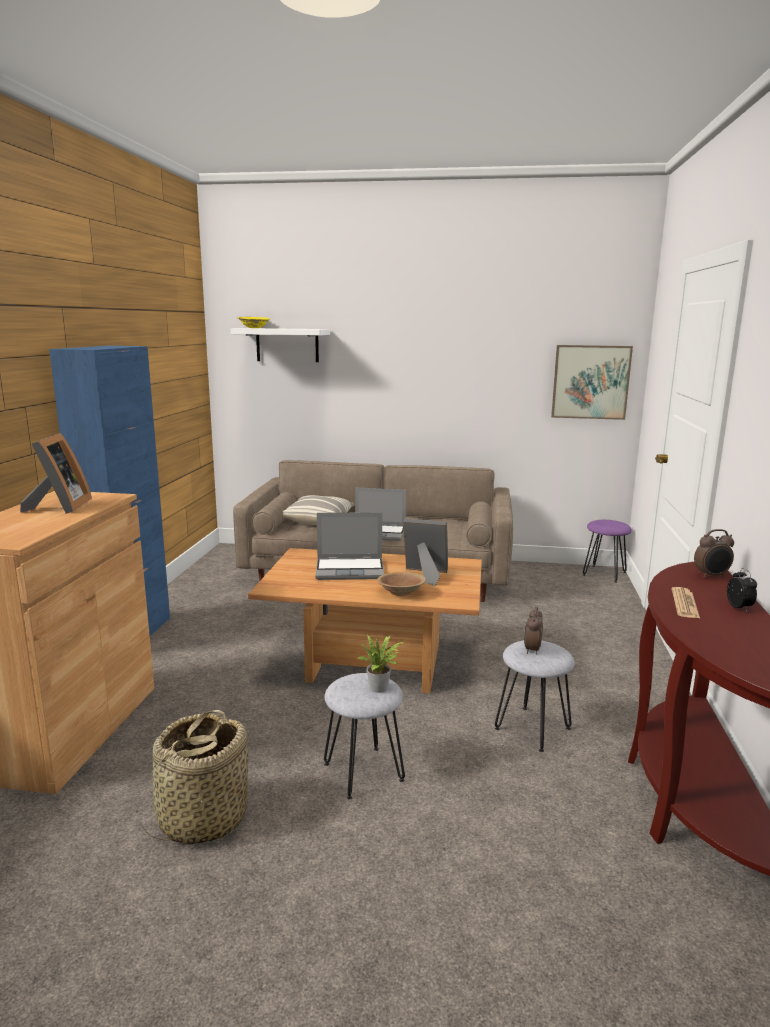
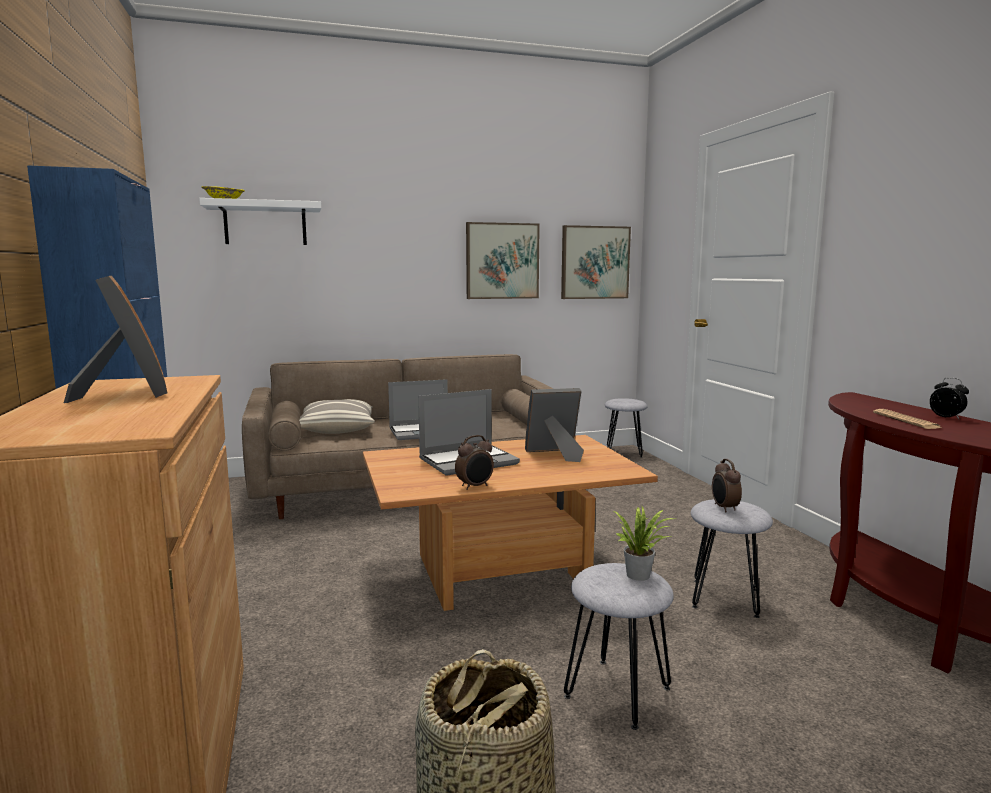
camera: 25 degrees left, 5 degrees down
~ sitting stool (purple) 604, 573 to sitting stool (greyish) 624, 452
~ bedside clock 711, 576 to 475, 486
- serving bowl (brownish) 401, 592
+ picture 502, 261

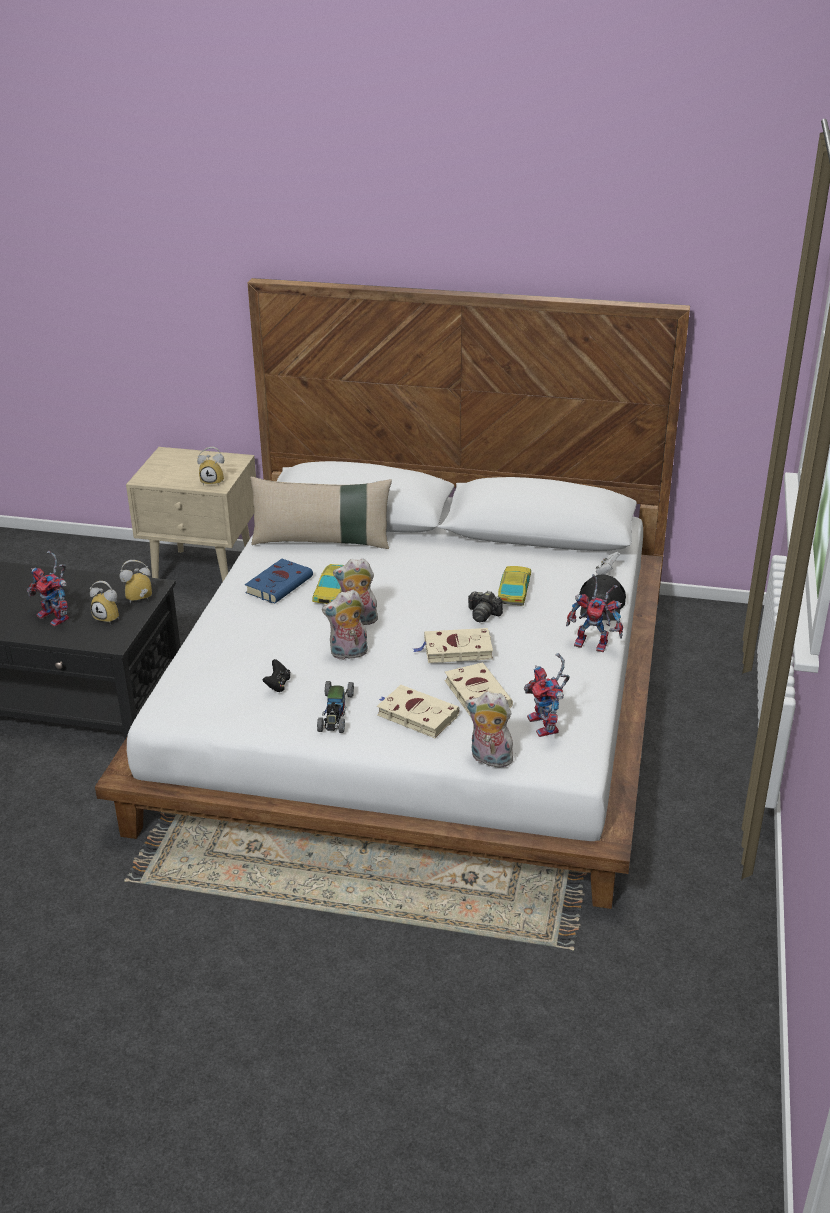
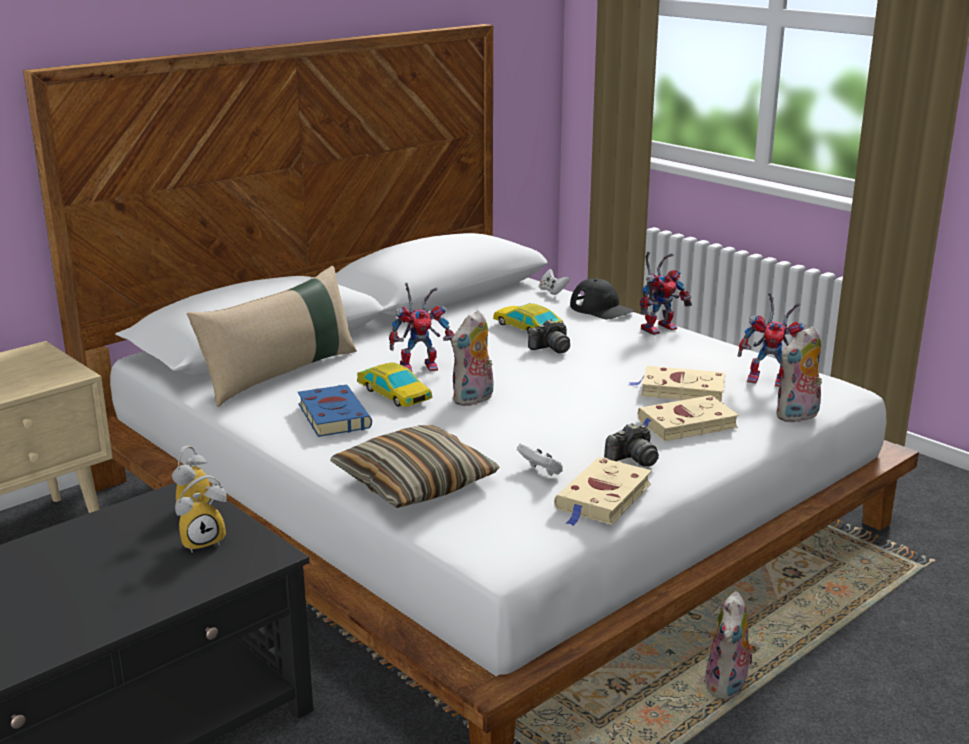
camera: 55 degrees left, 10 degrees down
- bedside clock 214, 481
~ model robot 57, 618 to 421, 366
~ plush toy 348, 654 to 728, 687
~ bound book (beige) 455, 650 to 602, 498
~ joypad (black) 278, 685 to joypad (whitish) 541, 471
~ miniature car 335, 712 to still camera 633, 459
+ pillow 415, 483

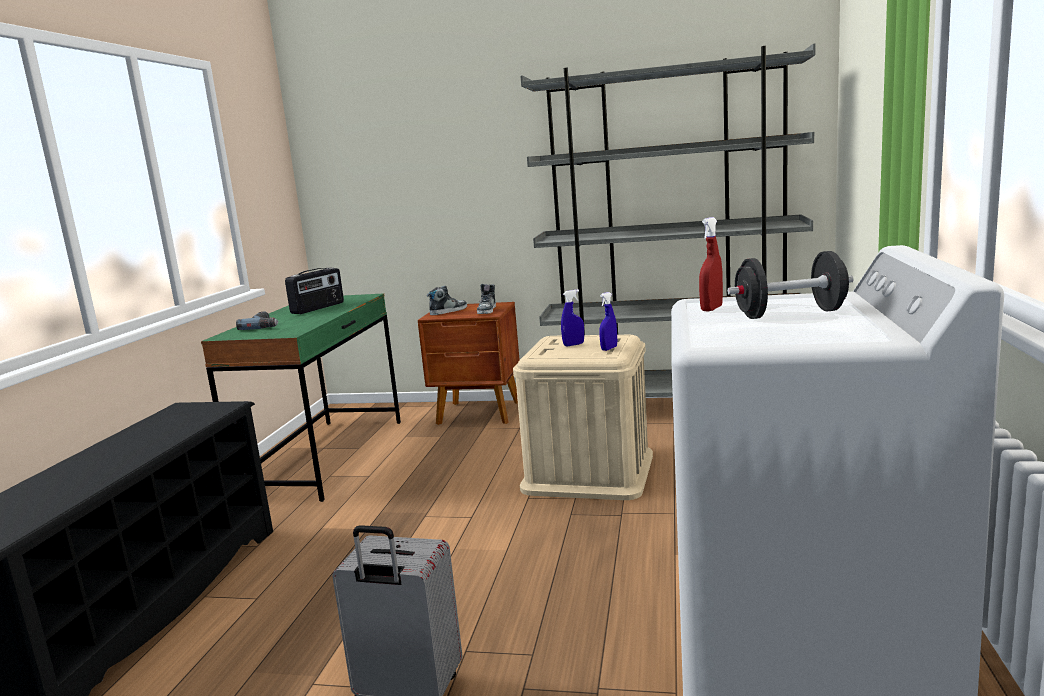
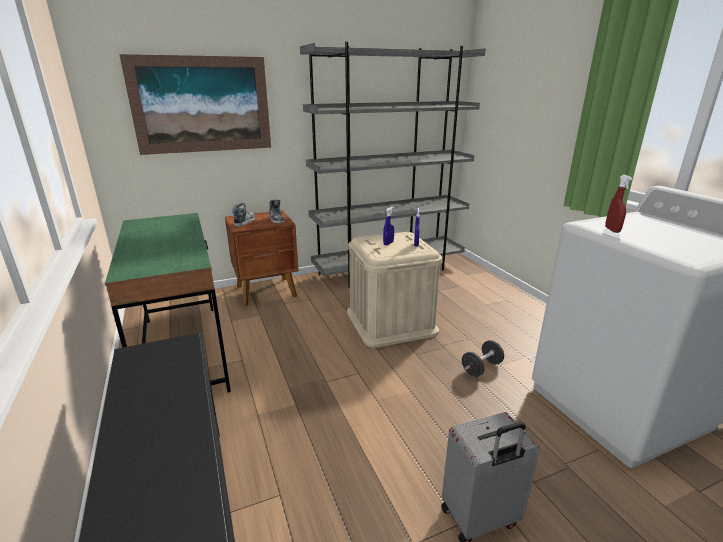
camera: 35 degrees left, 10 degrees up
~ dumbbell (black) 790, 314 to 481, 368
- radio 318, 308
- electric drill 264, 325
+ picture 202, 105

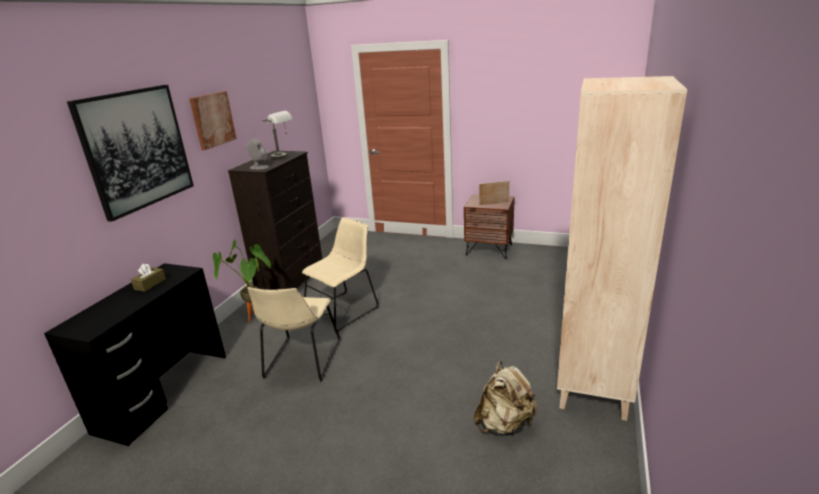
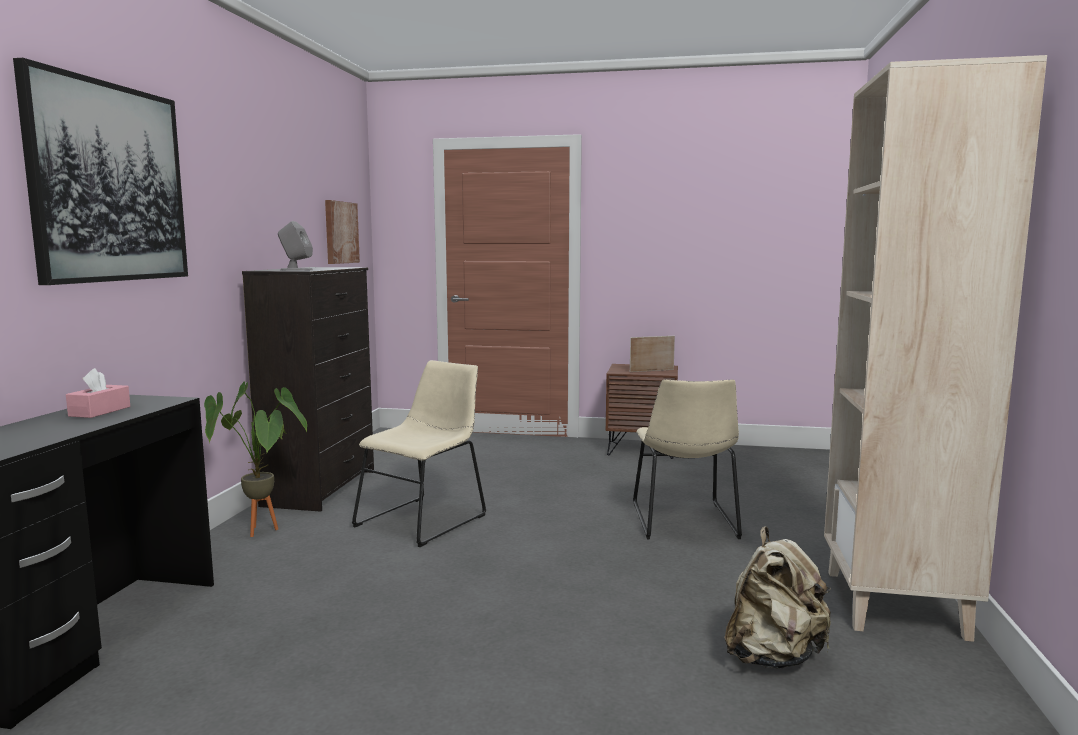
camera: 10 degrees left, 15 degrees down
~ picture 212, 119 to 340, 232
- table lamp (greyish) 283, 157
~ tissue holder (brownish) 150, 284 to tissue holder (pinkish) 100, 411
~ upright chair (beige) 302, 361 to 684, 522

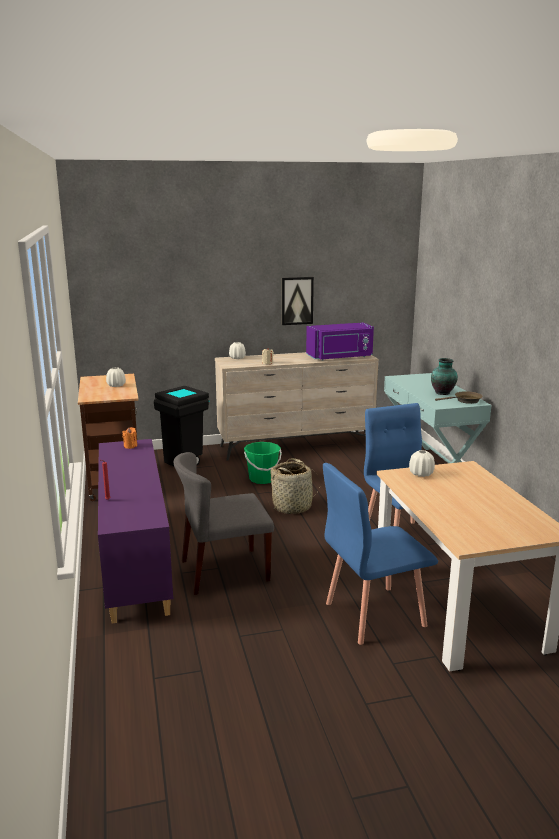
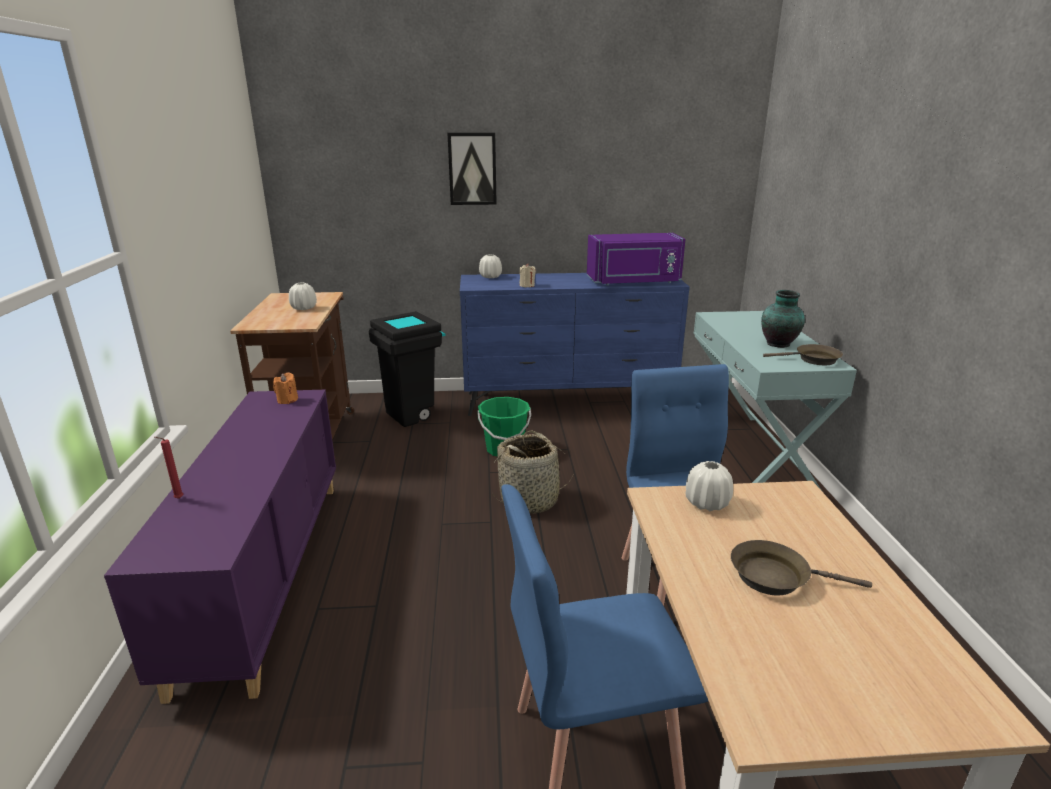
camera: 10 degrees right, 5 degrees up
~ picture 297, 300 to 472, 169
~ drawer chest (beige) 296, 446 to drawer chest (blue) 569, 401
- upright chair (greyish) 224, 571
+ pan (brownish) 775, 577

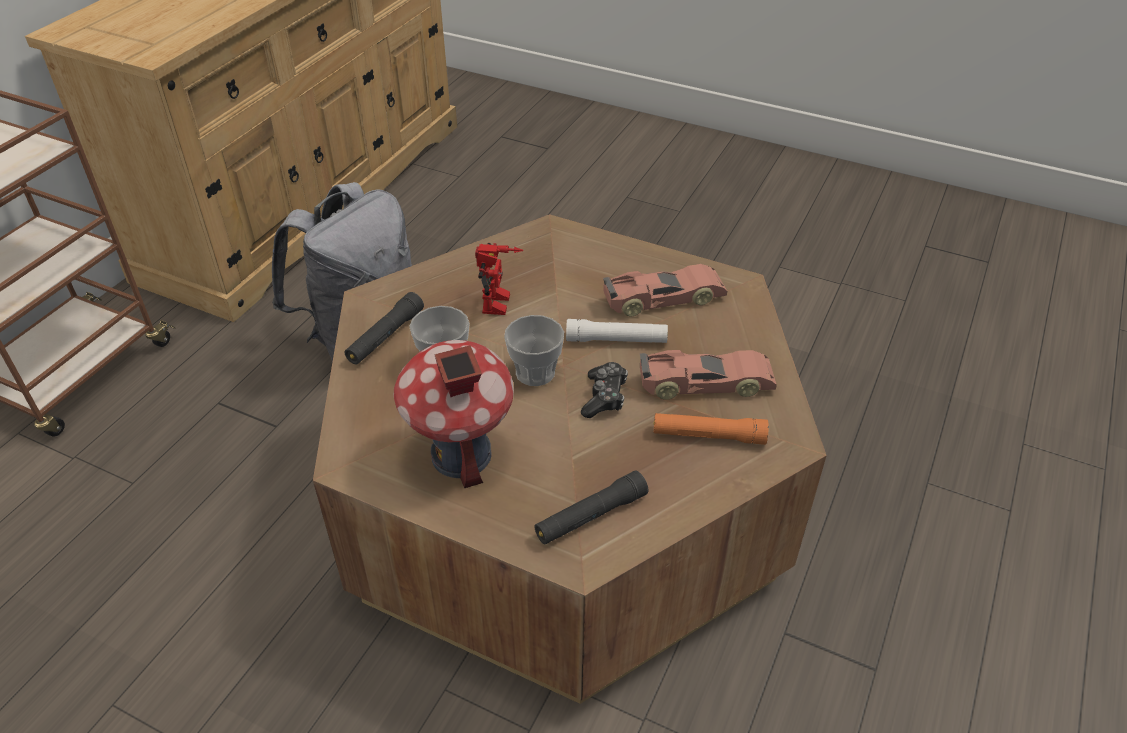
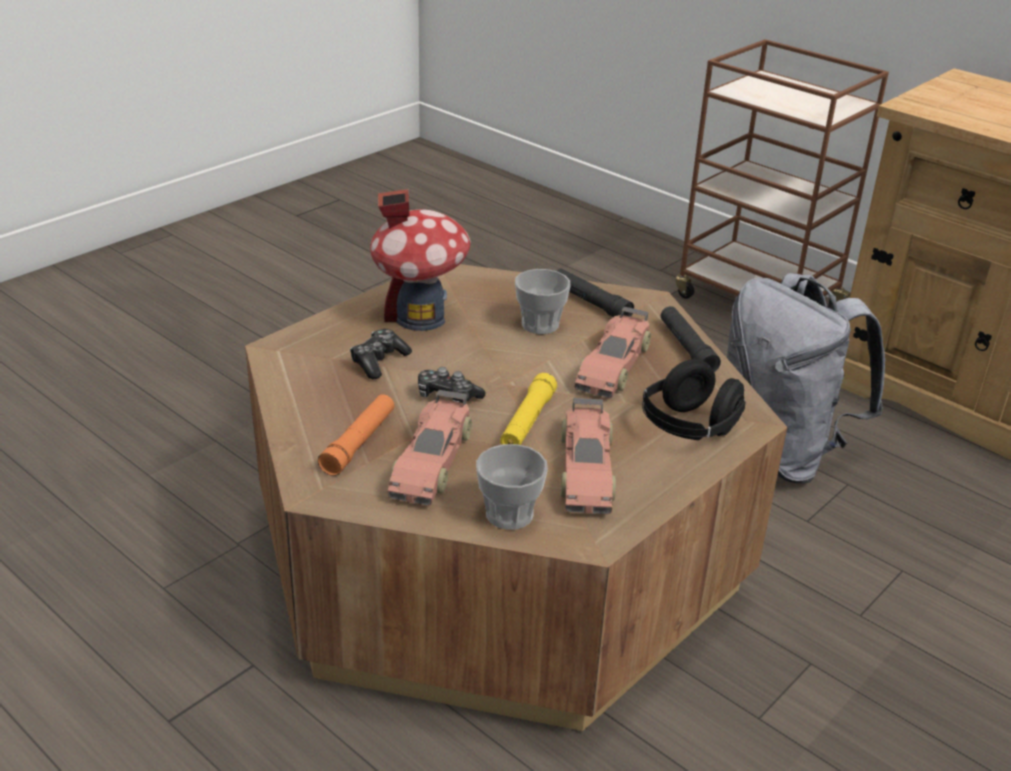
camera: 105 degrees right, 10 degrees down
~ model robot 500, 306 to miniature car 613, 365
~ drinking cup 535, 372 to 509, 514
~ torch (whitish) 616, 340 to torch (yellowish) 527, 422
~ torch (black) 591, 516 to 687, 347
+ joypad 379, 361
+ headphones (black) 689, 428

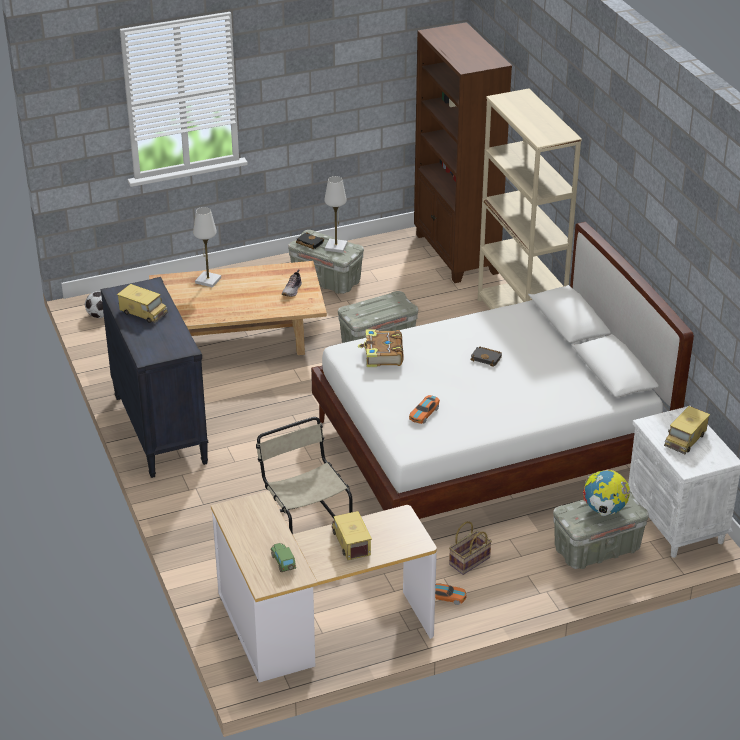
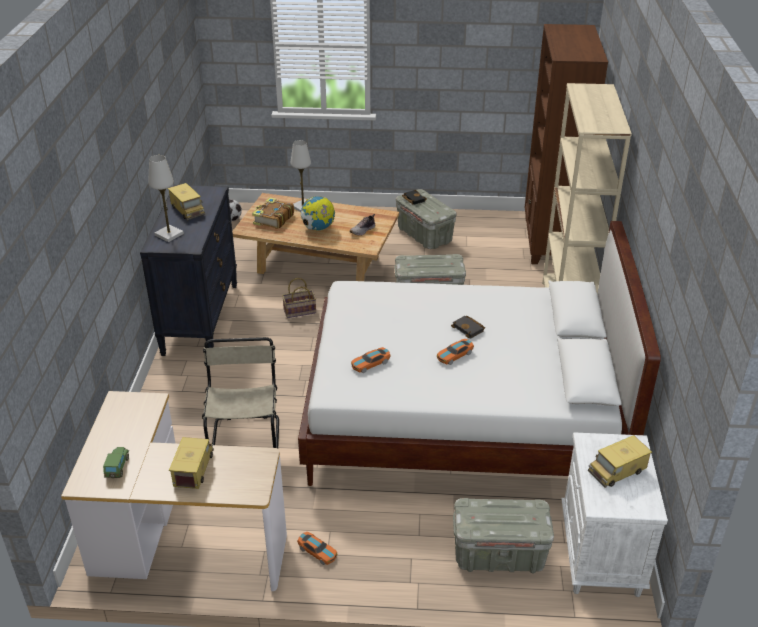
camera: 25 degrees right, 0 degrees up
~ table lamp (whitish) 336, 247 to 169, 234
~ bound book 382, 355 to 273, 219
~ world globe 604, 510 to 318, 228
~ storage basket 469, 562 to 299, 311
+ miniature car 454, 355

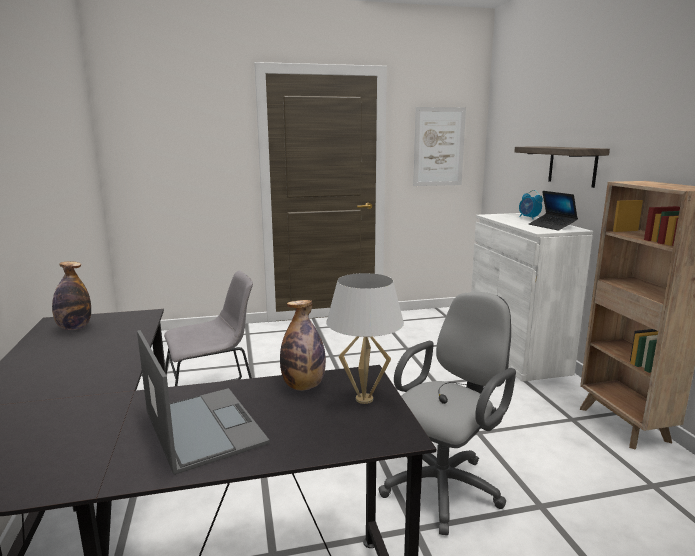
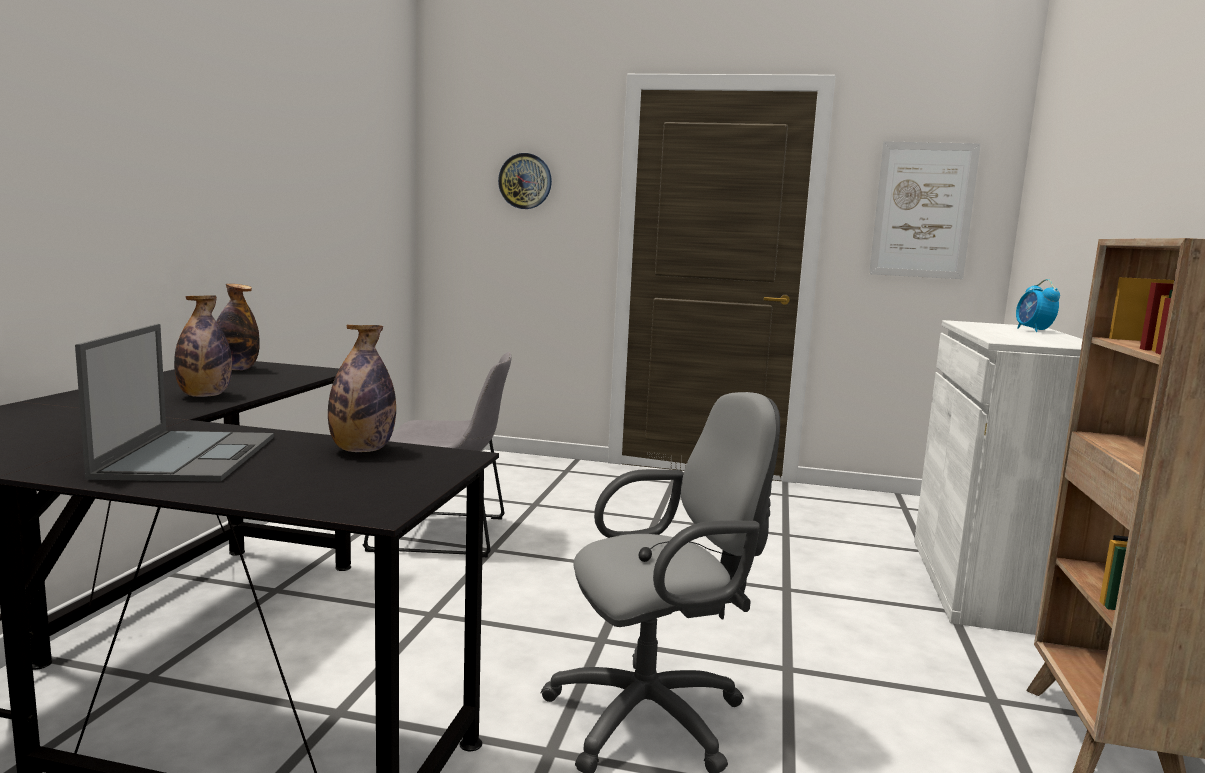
camera: 25 degrees right, 5 degrees down
- wall shelf 572, 166
- notebook computer 552, 226
- table lamp (whitish) 364, 399
+ clock on the wall 525, 181
+ drink bottle 204, 396

